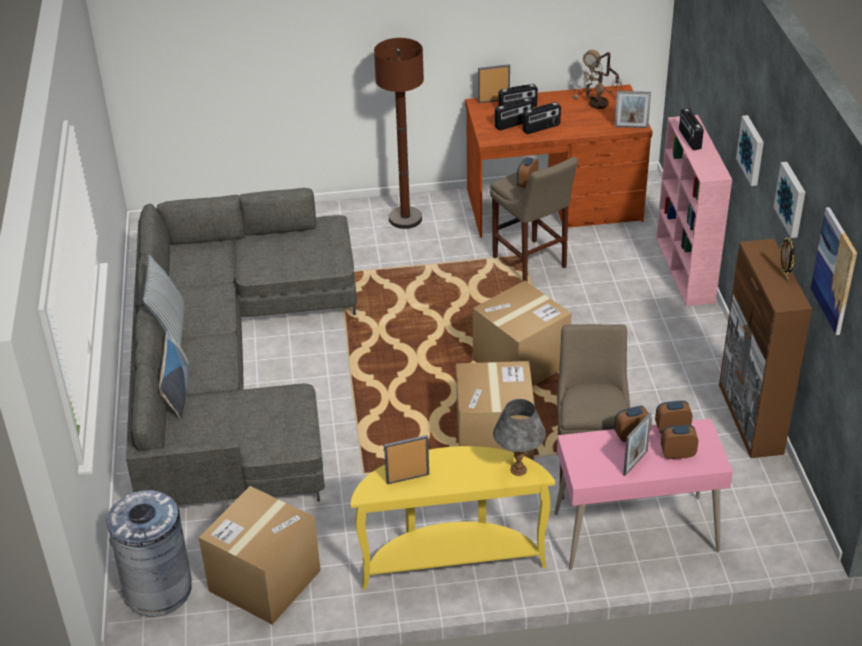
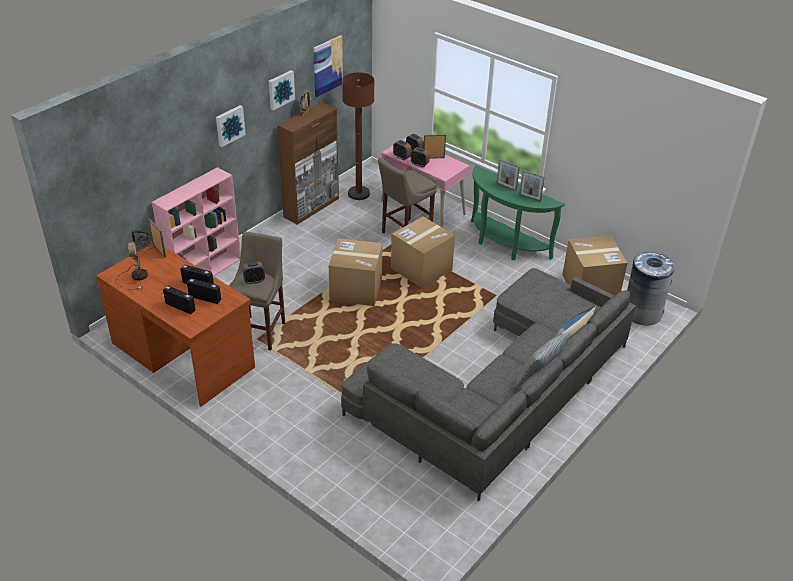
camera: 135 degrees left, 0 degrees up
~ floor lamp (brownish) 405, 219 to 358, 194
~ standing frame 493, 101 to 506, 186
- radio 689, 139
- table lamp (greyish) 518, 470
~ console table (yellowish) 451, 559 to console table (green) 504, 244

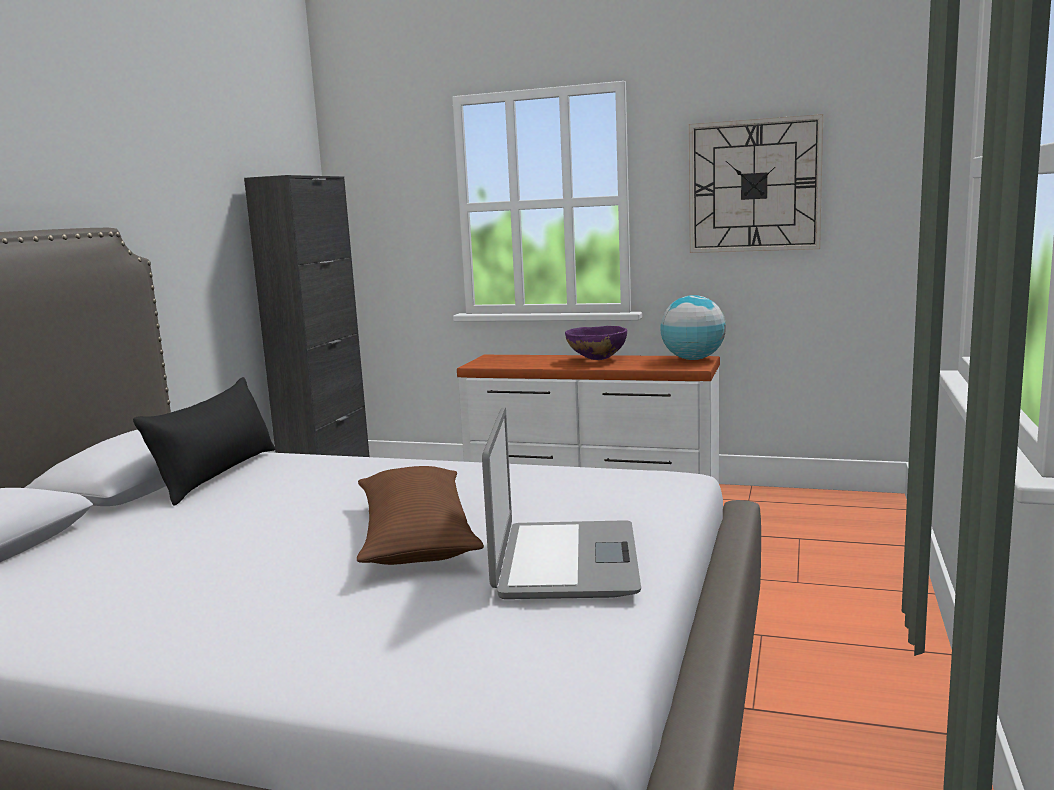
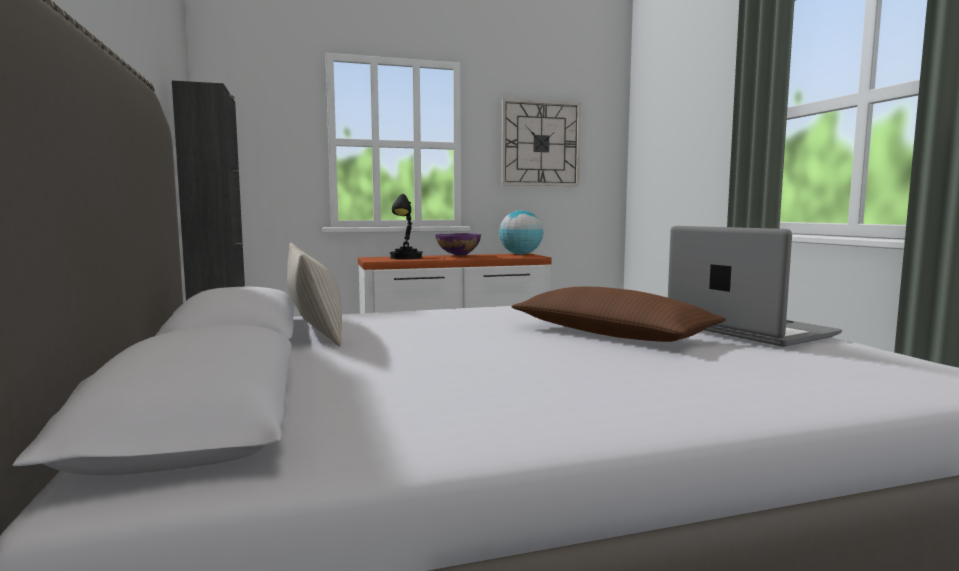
camera: 35 degrees left, 5 degrees down
~ pillow (black) 217, 475 to pillow (beige) 314, 328
+ table lamp (black) 405, 258

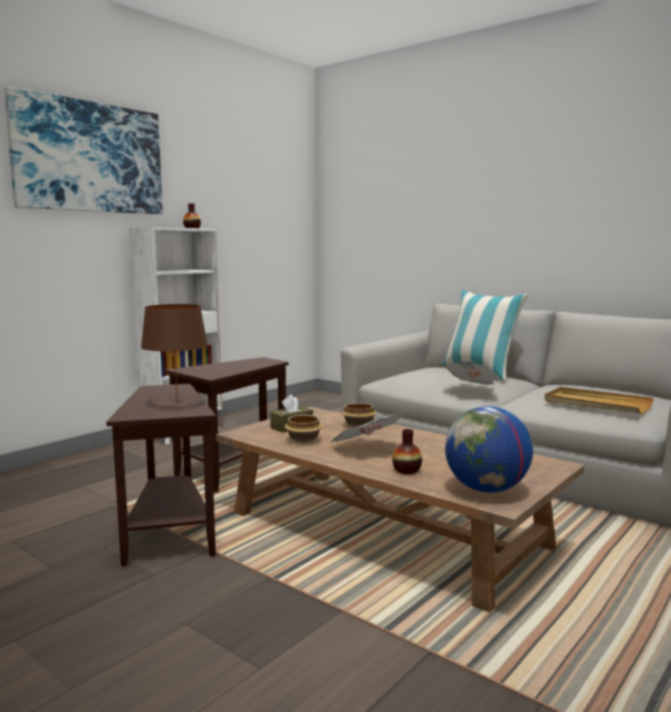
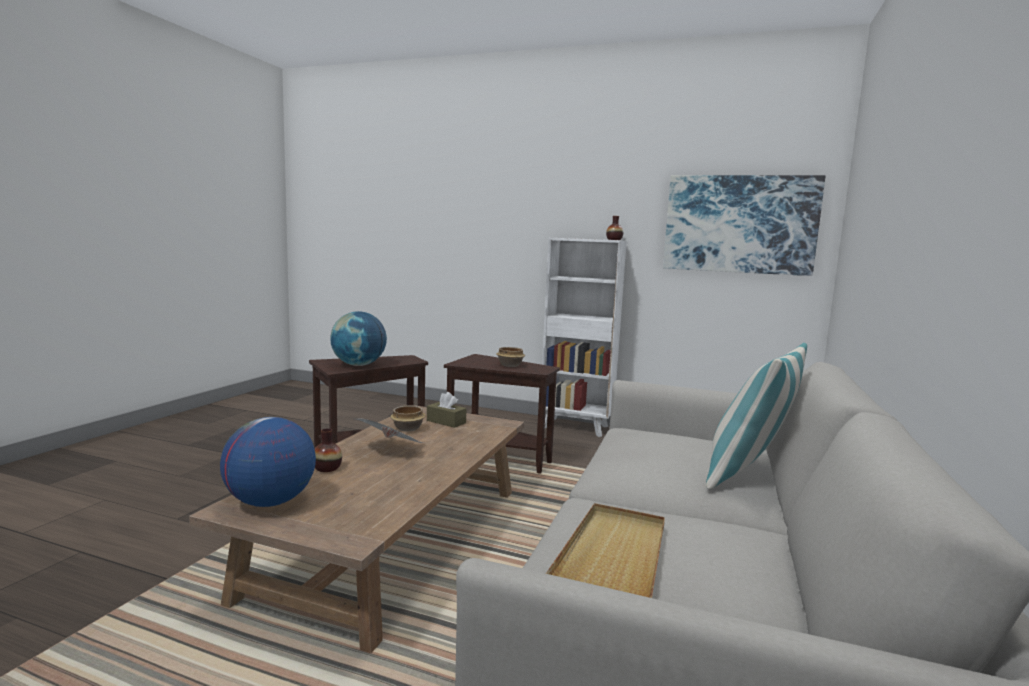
camera: 70 degrees right, 0 degrees up
~ picture 89, 157 to 739, 224
~ table lamp (brownish) 176, 403 to world globe 359, 365
- printed paper 473, 389
~ serving bowl 358, 426 to 509, 365

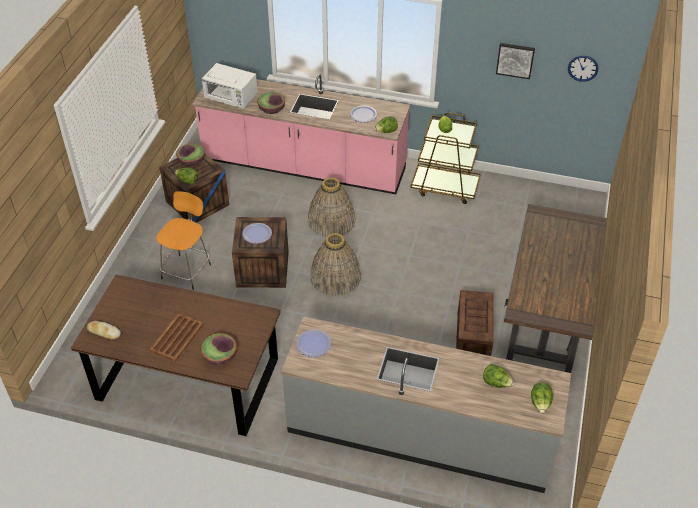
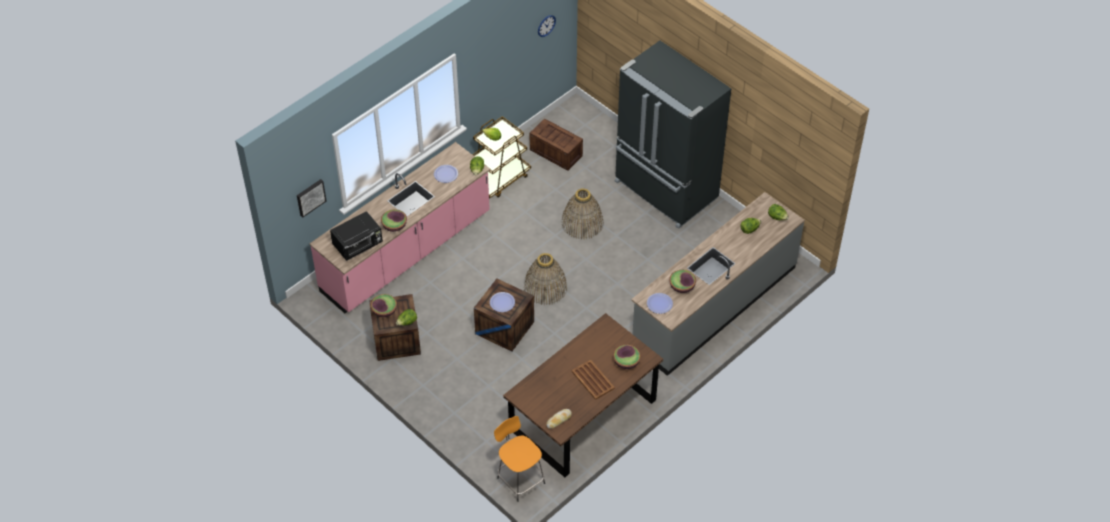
camera: 60 degrees left, 5 degrees up
~ picture 515, 60 to 310, 197
~ microwave oven (whitish) 231, 99 to microwave oven (black) 358, 245
~ storage basket 331, 221 to 582, 223
~ sitting stool (orange) 187, 270 to 520, 479
~ desk unit (brownish) 546, 316 to fridge (black) 665, 191
~ shipping crate 473, 337 to 556, 153
+ serving bowl 682, 287

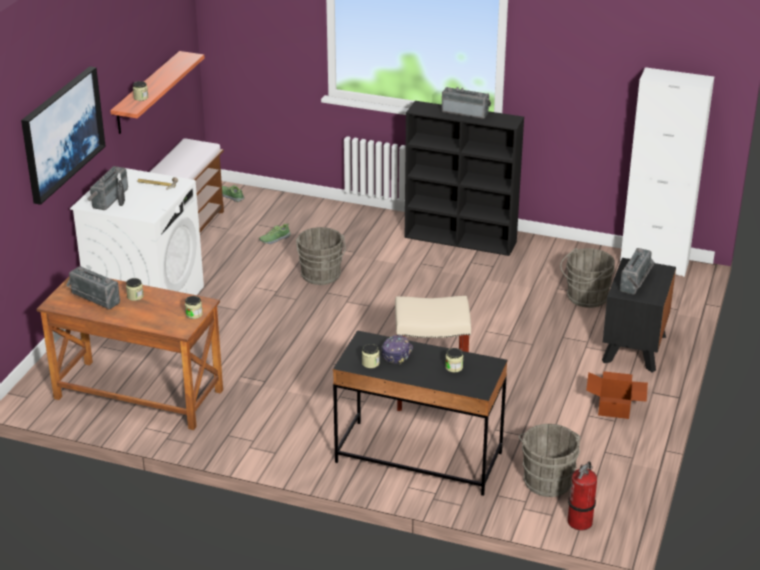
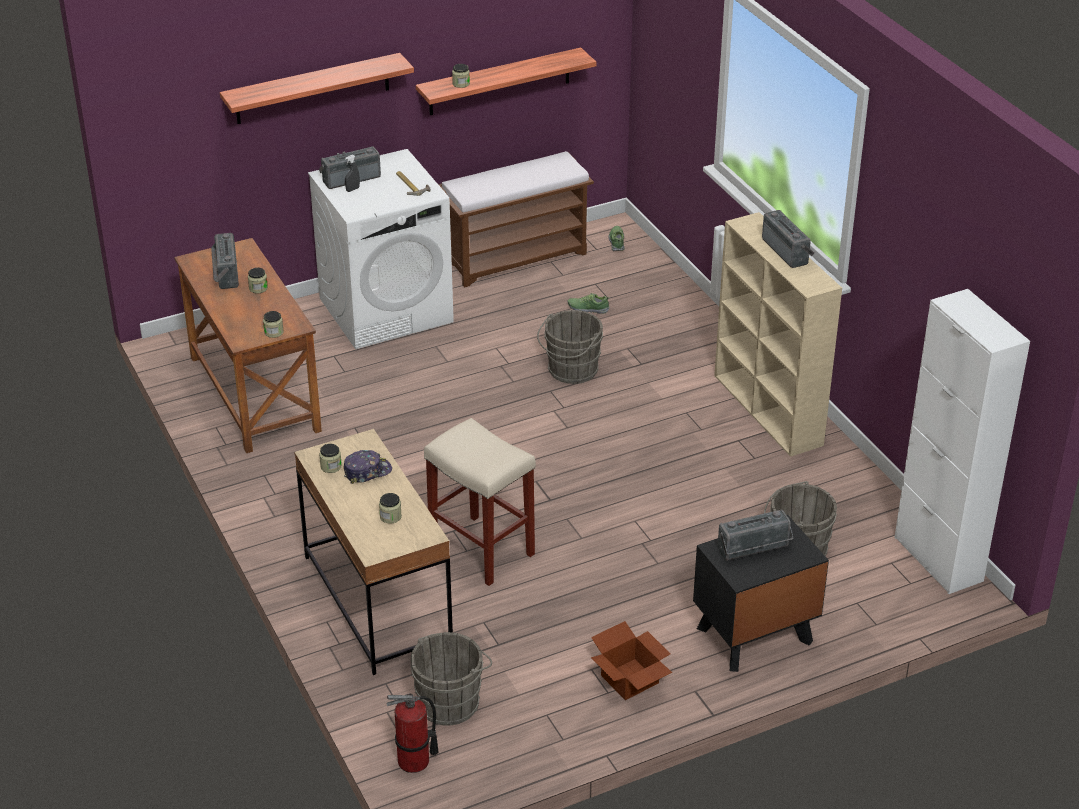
camera: 45 degrees right, 5 degrees up
~ picture 62, 133 to wall shelf 312, 89
~ shelving unit (black) 461, 239 to shelving unit (beige) 768, 410
~ desk unit (black) 418, 457 to desk unit (beige) 377, 601

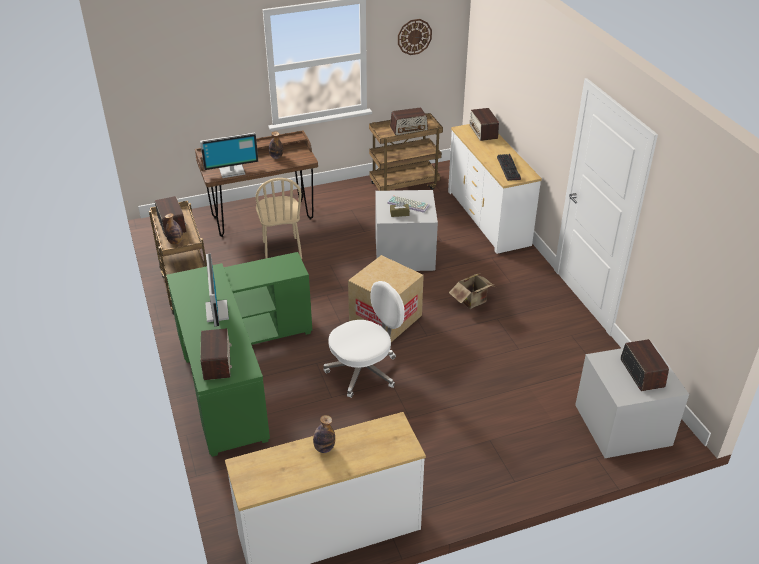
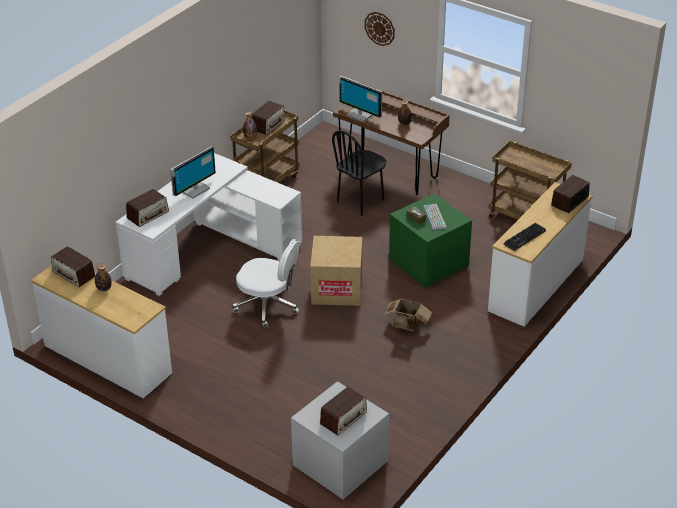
camera: 55 degrees right, 0 degrees up
~ clock on the wall 414, 36 to 379, 28
~ radio 409, 129 to 74, 274
~ upright chair (beige) 281, 250 to upright chair (black) 360, 201
~ storage box (greyish) 403, 253 to storage box (green) 428, 261
~ desk unit (green) 235, 370 to desk unit (whitish) 209, 248

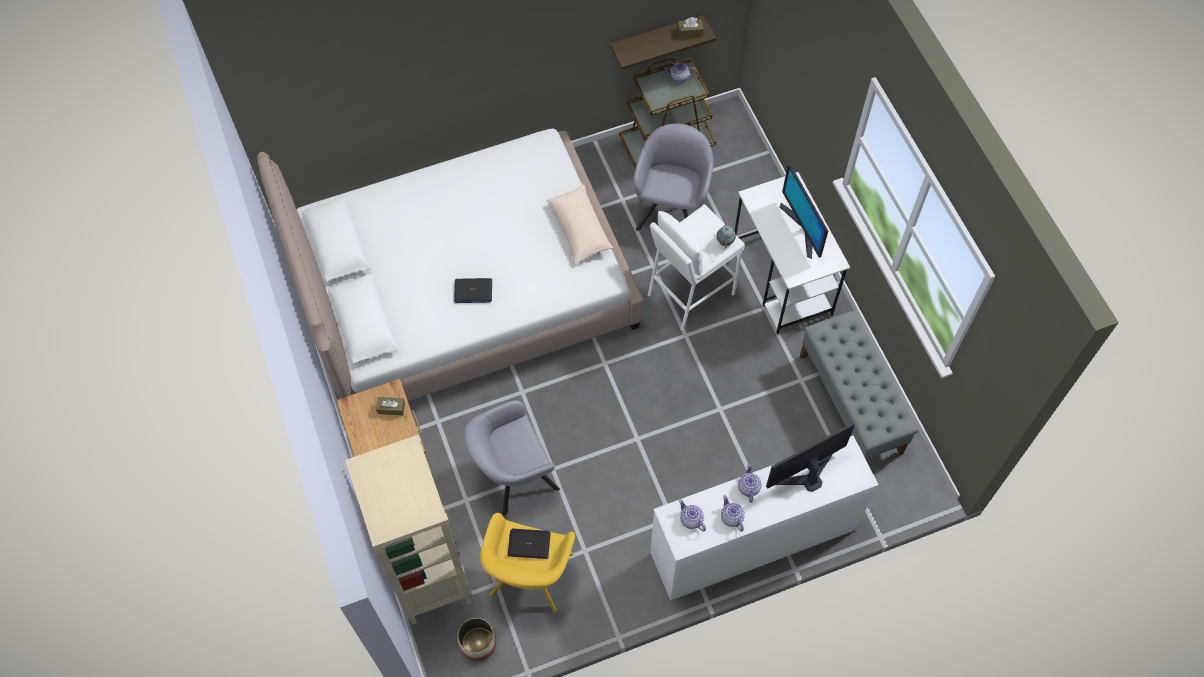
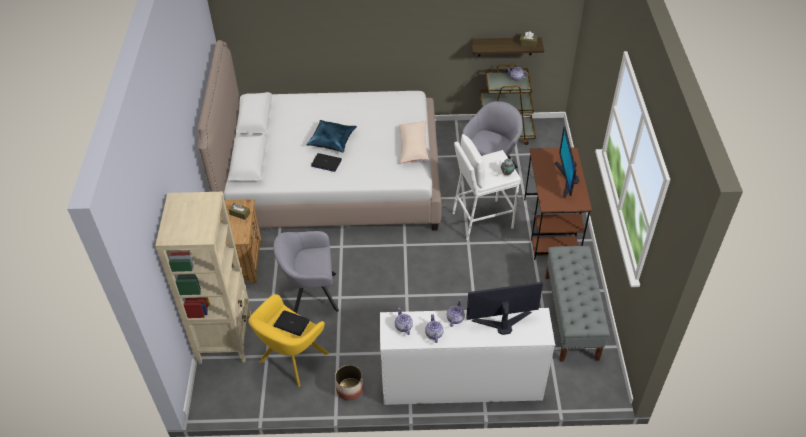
camera: 20 degrees right, 15 degrees down
~ desk unit (whitish) 782, 280 to desk unit (brownish) 551, 228
~ flower pot 478, 643 to 349, 389
+ pillow (blue) 332, 140

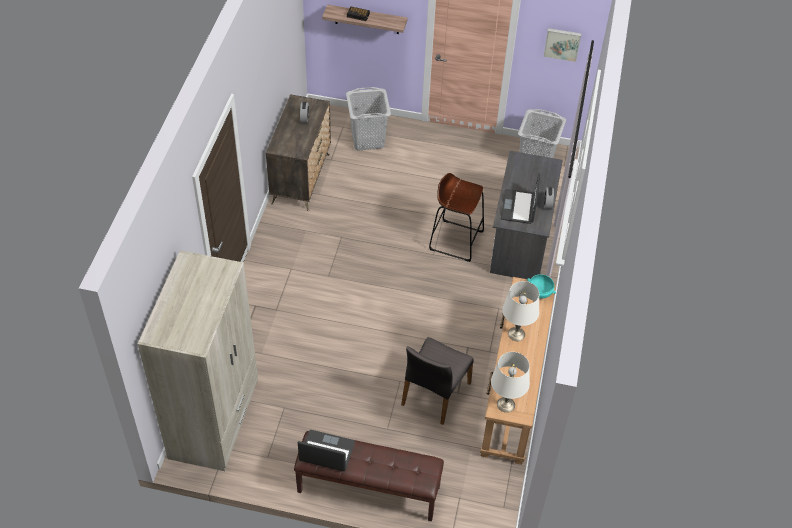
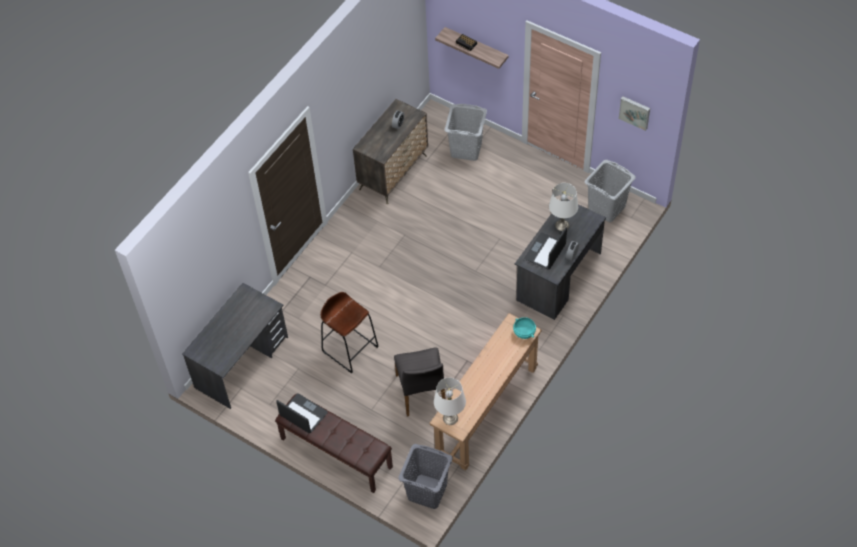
camera: 25 degrees right, 5 degrees up
~ sitting stool (brownish) 456, 240 to 350, 349
~ clothes cupboard (beige) 215, 419 to desk unit (greyish) 242, 362
~ table lamp (whitish) 516, 334 to 561, 225
~ upright chair (greyish) 434, 394 = 422, 392 60 degrees counterclockwise
+ washing basket (greyish) 427, 491

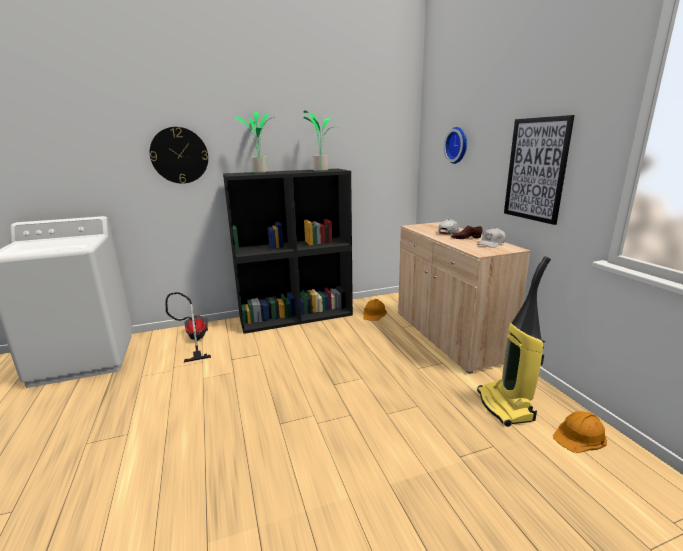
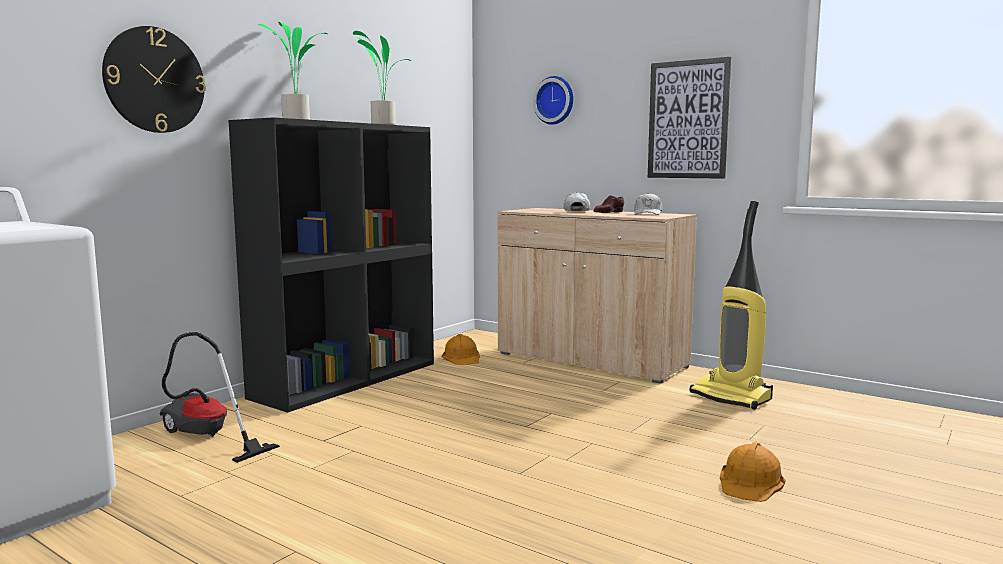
camera: 35 degrees left, 10 degrees down
~ safety helmet (orange) 579, 436 to 751, 482

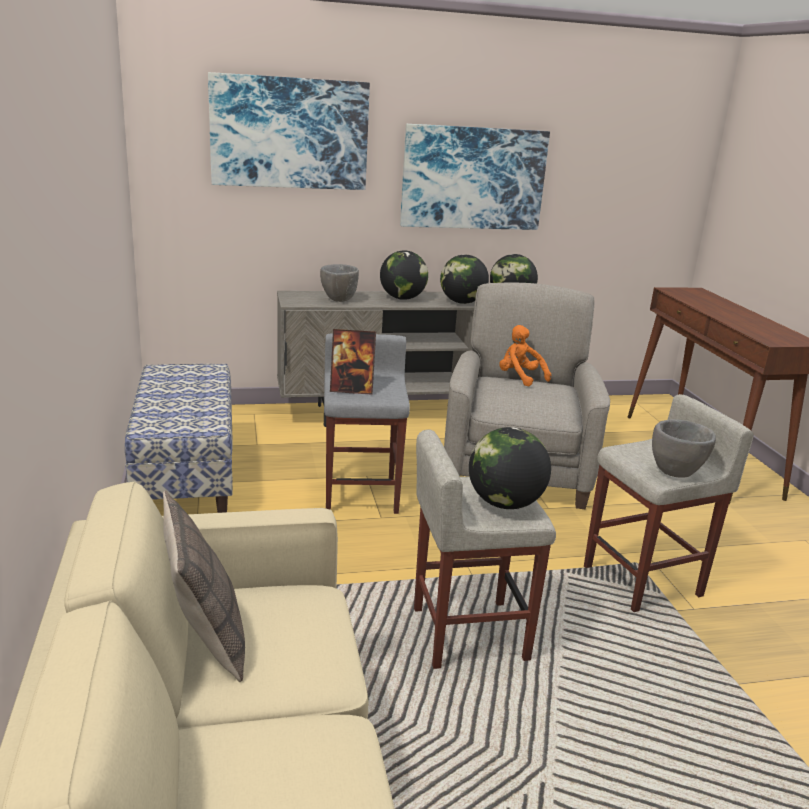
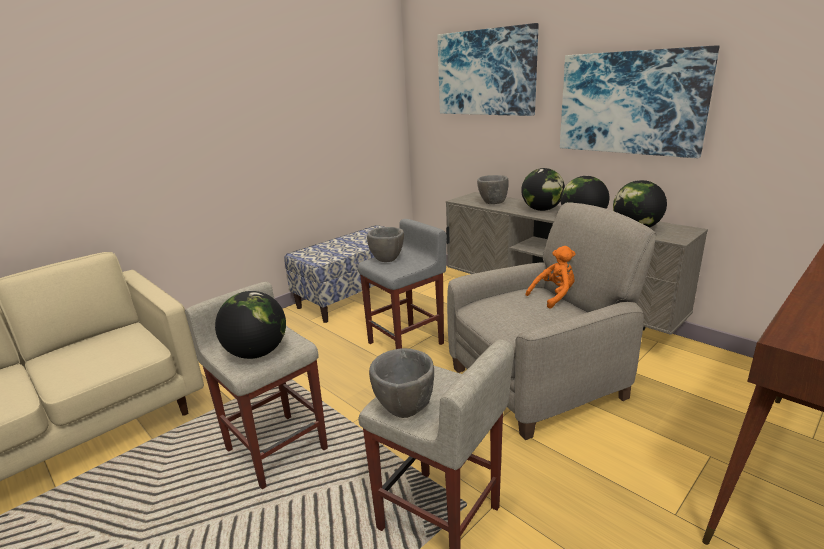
camera: 60 degrees right, 0 degrees up
~ plush toy (orange) 520, 378 = 554, 296 45 degrees clockwise
~ standing frame 351, 390 to serving bowl (greyish) 387, 260
- pillow 206, 638

